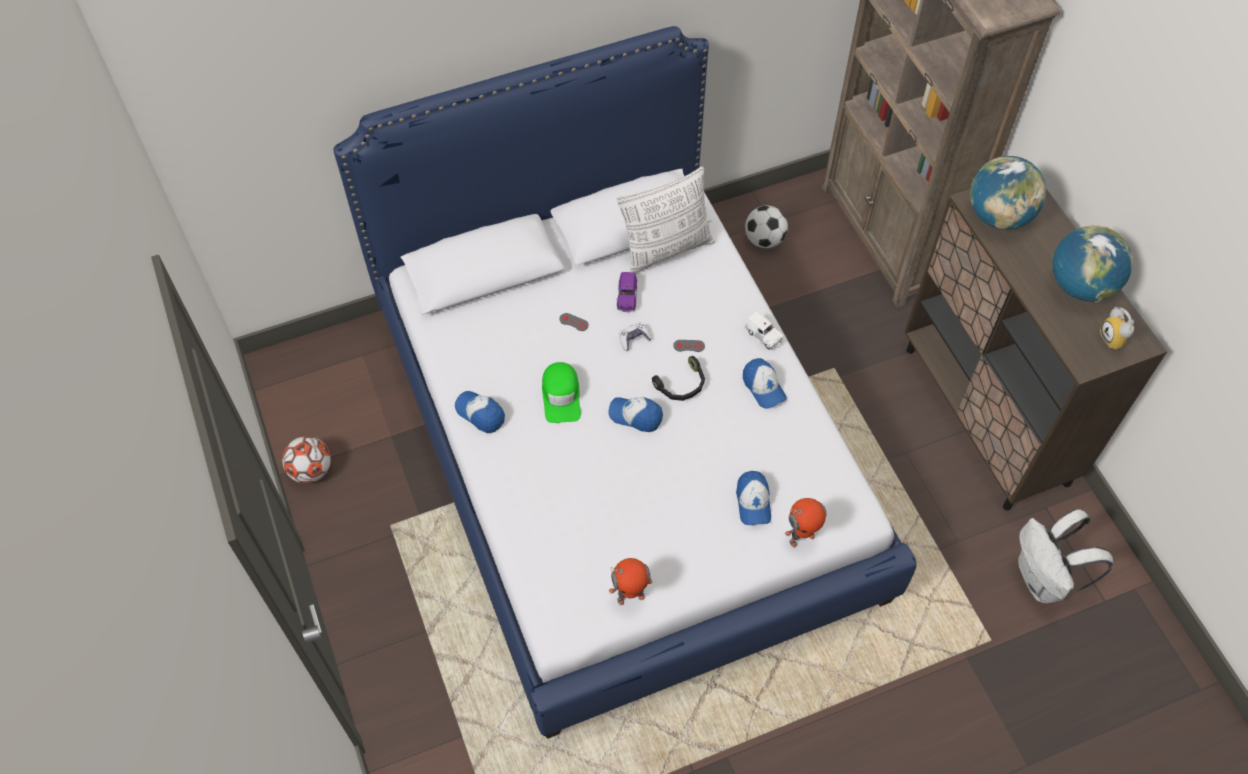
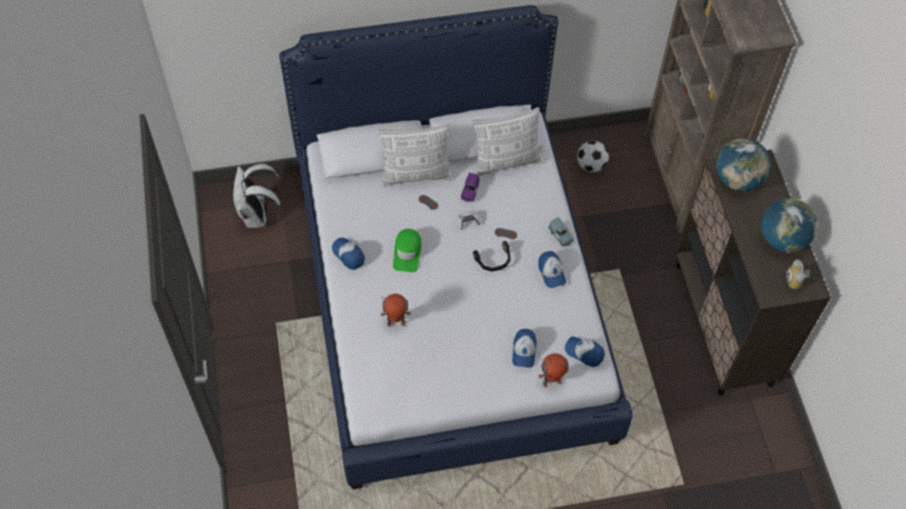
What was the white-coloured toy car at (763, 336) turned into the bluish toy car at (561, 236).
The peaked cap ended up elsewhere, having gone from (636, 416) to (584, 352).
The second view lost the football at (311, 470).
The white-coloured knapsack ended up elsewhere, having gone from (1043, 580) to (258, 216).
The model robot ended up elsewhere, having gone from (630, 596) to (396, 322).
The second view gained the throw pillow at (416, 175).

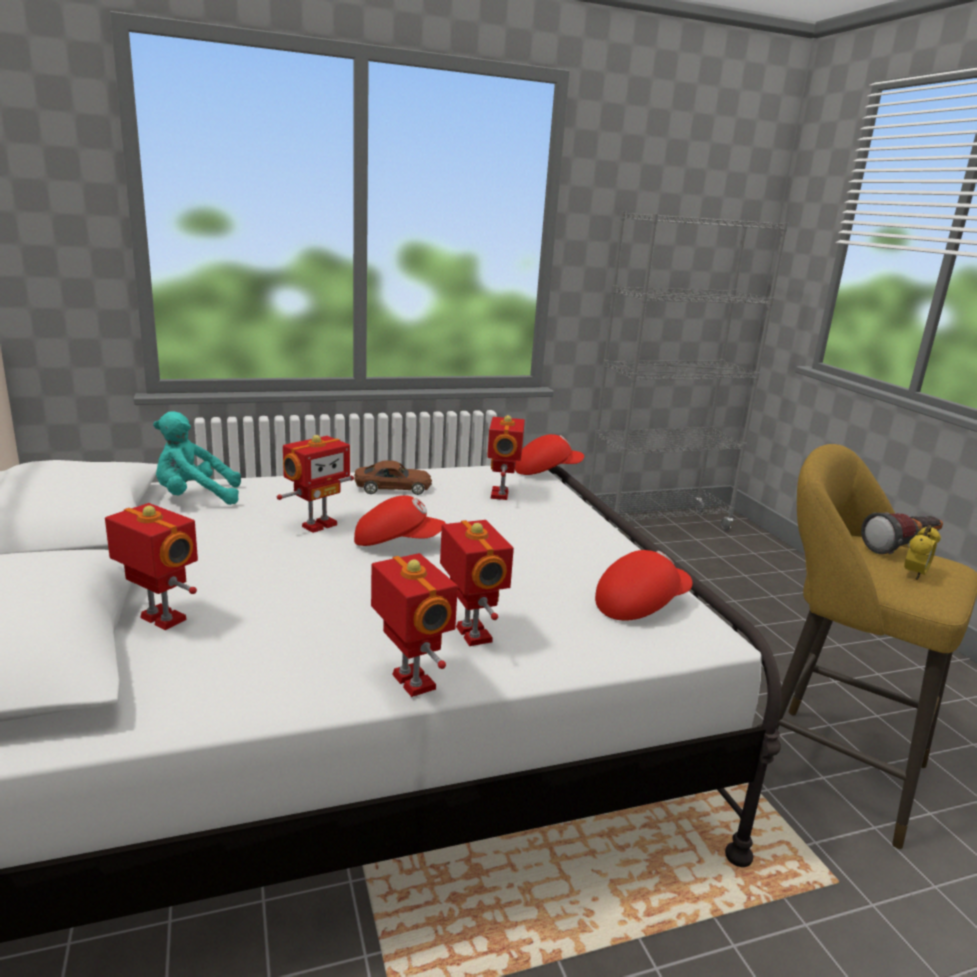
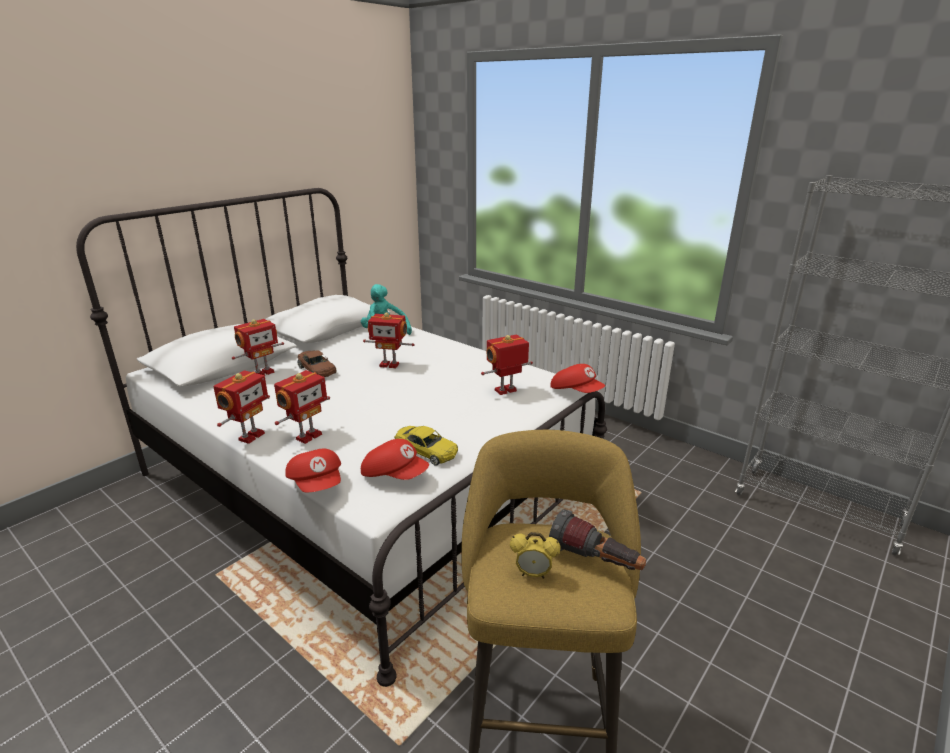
The brown-coloured toy car ended up elsewhere, having gone from (393, 488) to (317, 370).
The red-coloured peaked cap ended up elsewhere, having gone from (397, 542) to (317, 484).
The model robot at (160, 620) ended up facing another way, 45 degrees clockwise from before.
The second view gained the yellow-coloured toy car at (426, 451).

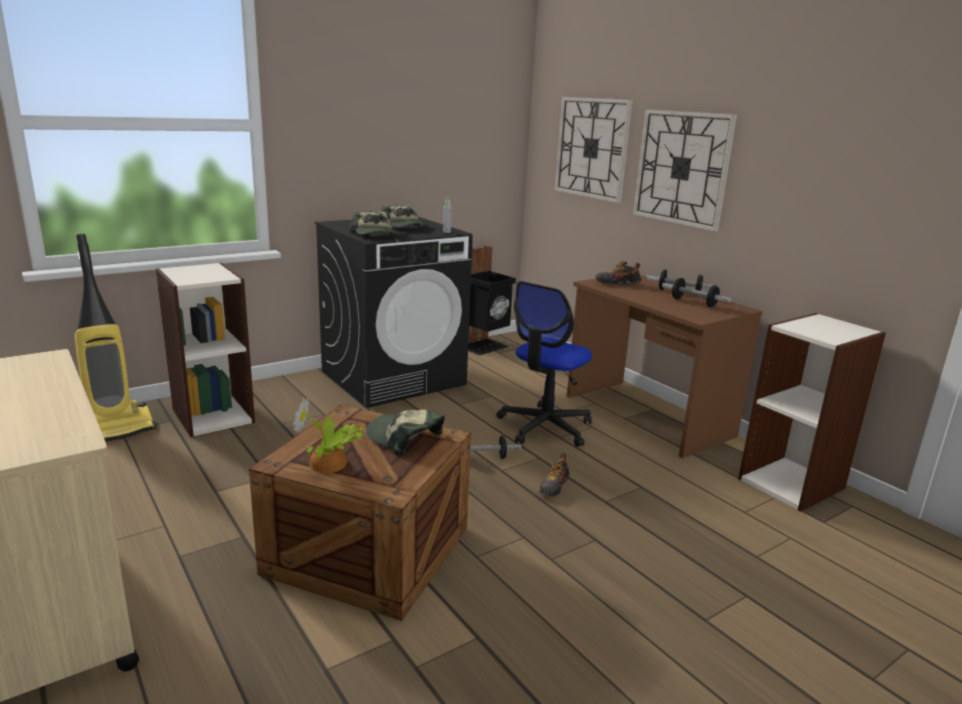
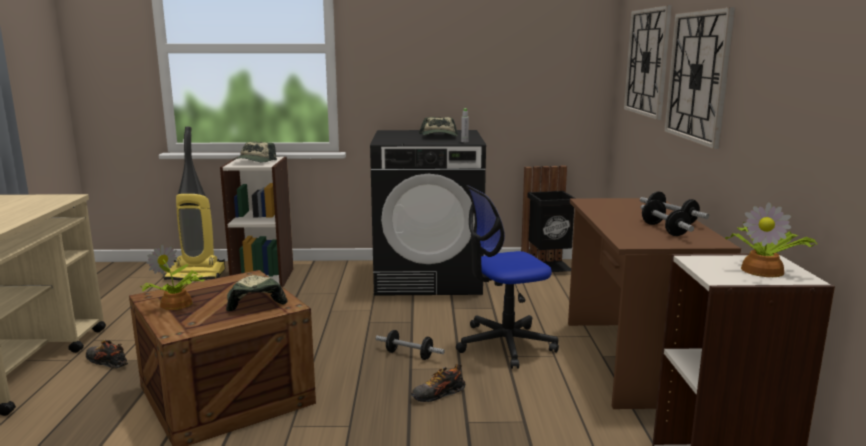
The peaked cap ended up elsewhere, having gone from (375, 234) to (254, 161).
The low shoe ended up elsewhere, having gone from (617, 283) to (108, 362).
The second view gained the plant in a pot at (764, 270).

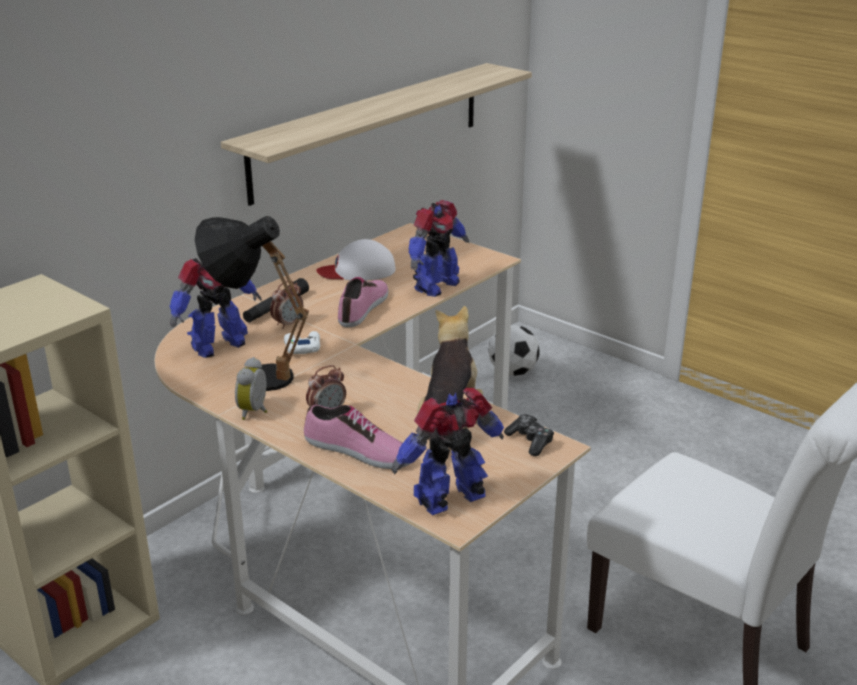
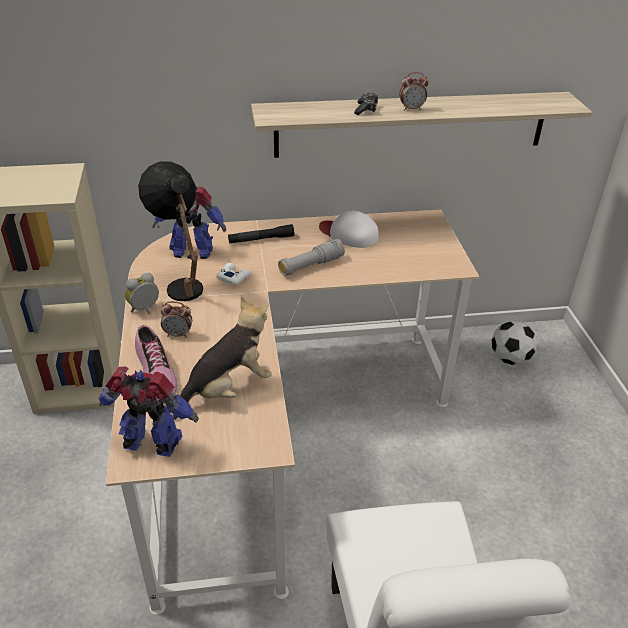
The second view lost the model robot at (435, 286).
Where the low shoe stood at (364, 308), the grey torch came to stand at (311, 266).
The alarm clock ended up elsewhere, having gone from (288, 324) to (411, 109).
The game controller ended up elsewhere, having gone from (530, 441) to (366, 109).

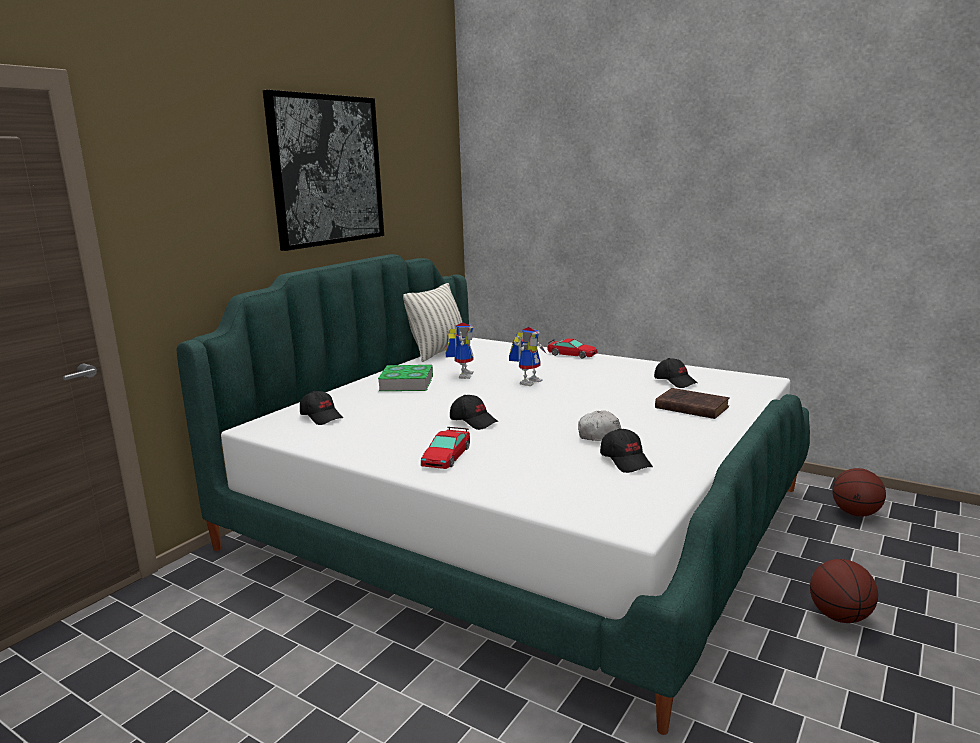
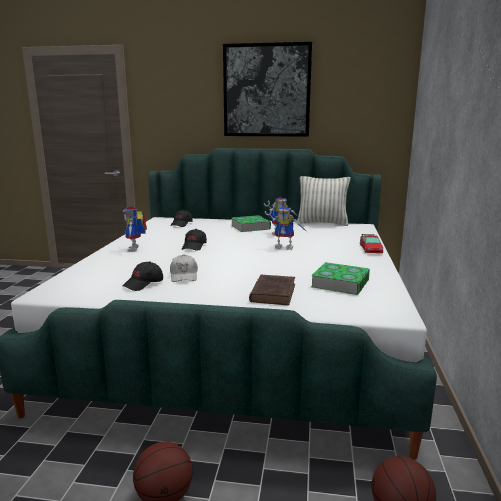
Where the blackish peaked cap stood at (675, 381), the volume came to stand at (340, 283).
Where the toy car stood at (446, 456), the model robot came to stand at (136, 249).

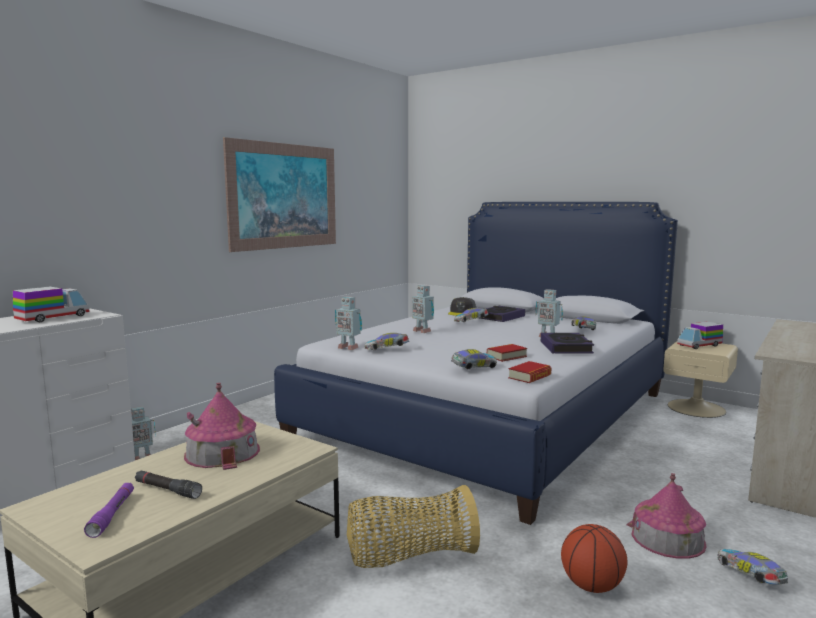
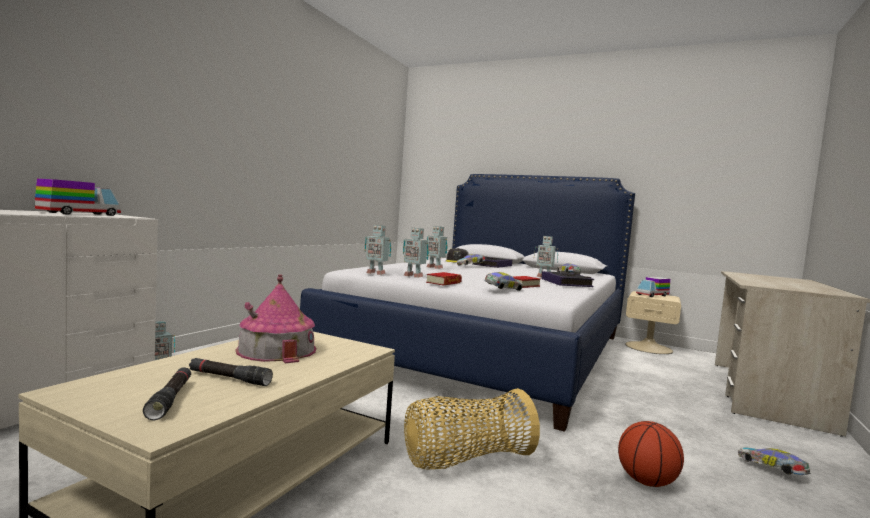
The second view lost the wall picture at (284, 196).
Where the toy car stood at (387, 349), the model robot came to stand at (413, 276).
The volume ended up elsewhere, having gone from (529, 376) to (443, 282).
The second view lost the miniature house at (667, 538).
What was the purple torch at (112, 514) turned into the blackish torch at (170, 399).

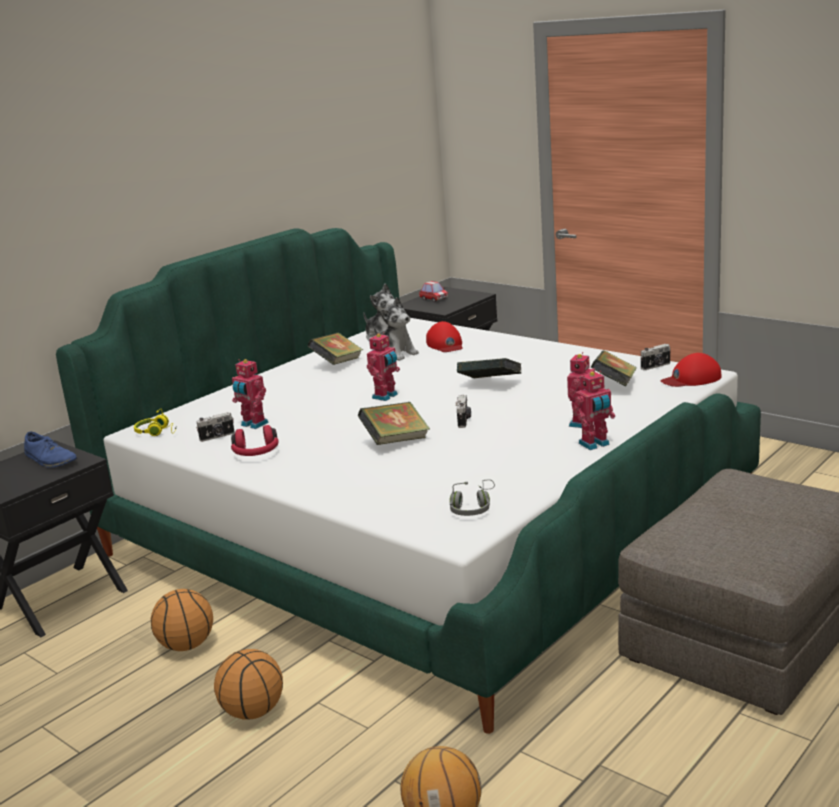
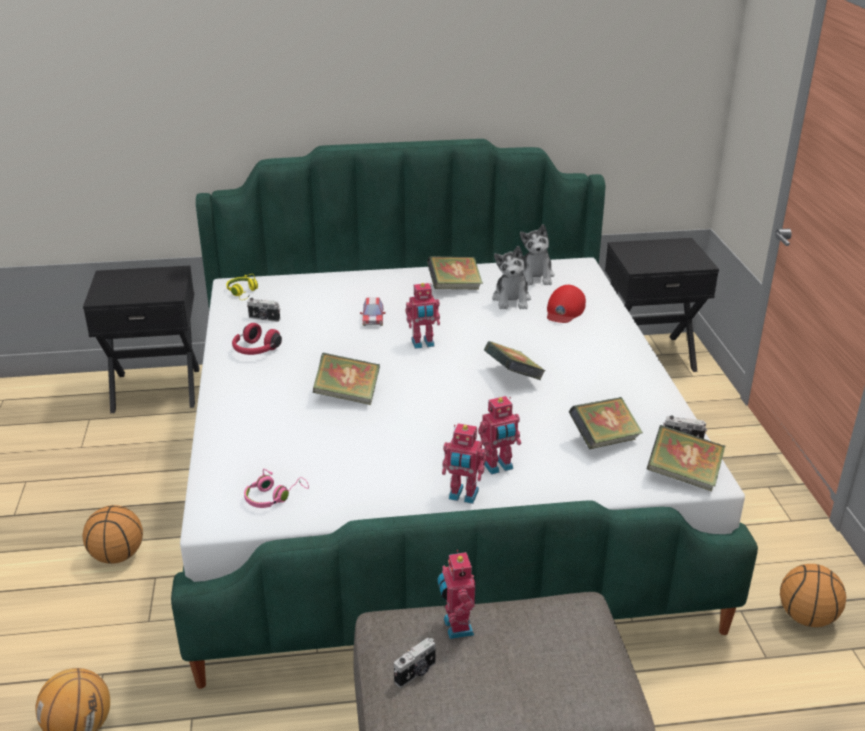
The toy car ended up elsewhere, having gone from (434, 299) to (373, 320).
Where the red-coloured peaked cap stood at (691, 379), the volume came to stand at (683, 476).
The model robot ended up elsewhere, having gone from (253, 424) to (456, 627).
The photo camera ended up elsewhere, having gone from (464, 420) to (416, 673).
The second view lost the bluish low shoe at (51, 459).
What was the grey pair of headphones at (473, 507) turned into the pinkish pair of headphones at (274, 497).
The basketball ball ended up elsewhere, having gone from (186, 645) to (806, 617).

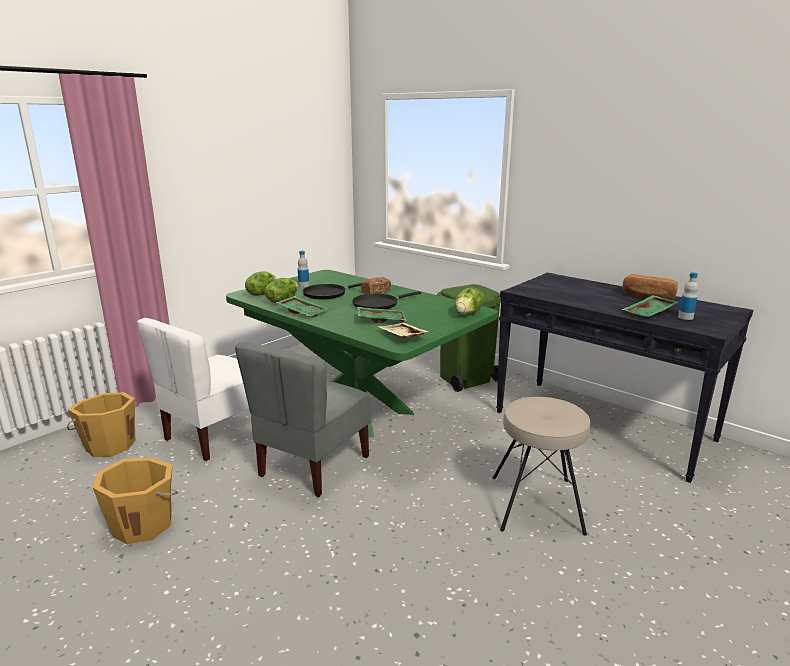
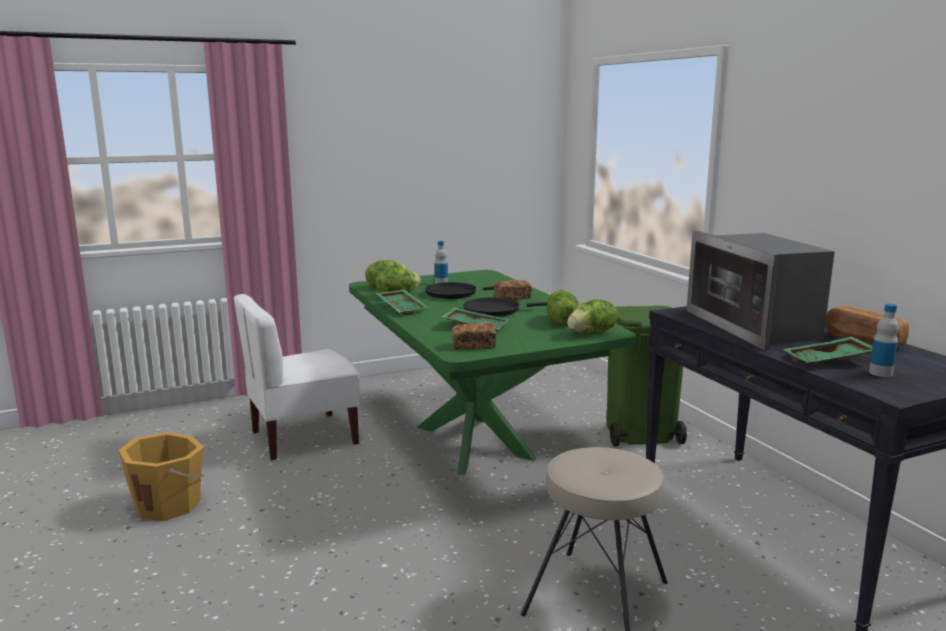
Where the sand-coloured serving tray stood at (401, 337), the bread came to stand at (474, 346).
The second view lost the grey upright chair at (312, 466).
The second view lost the orange water bucket at (110, 445).
The second view gained the kitchen microwave at (754, 326).
The second view gained the head of lettuce at (560, 322).

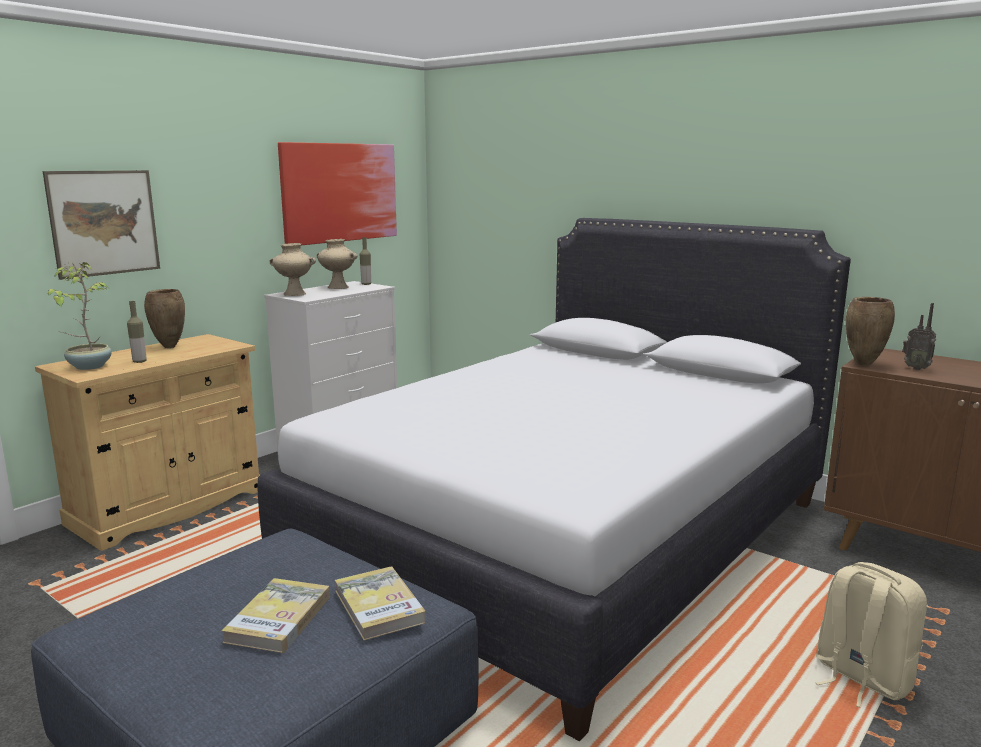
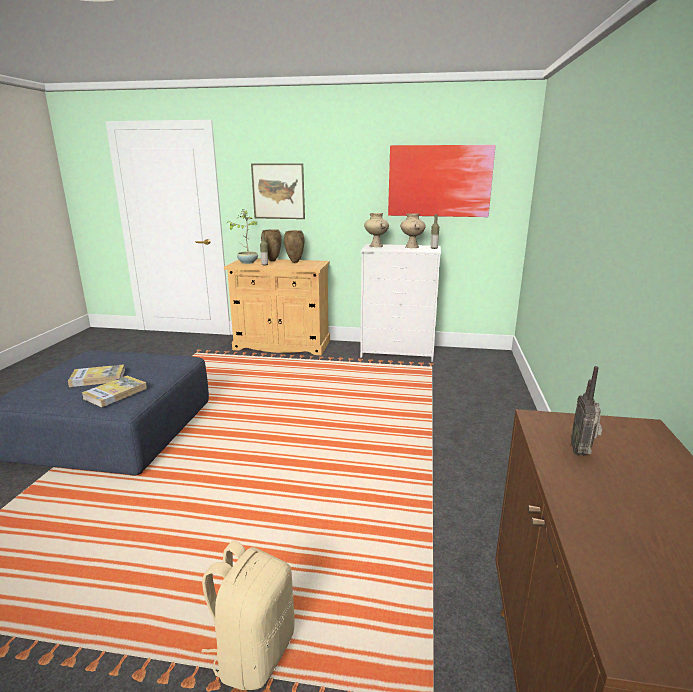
The second view lost the white-coloured bedroom bed at (567, 535).
The brown-coloured flower vase ended up elsewhere, having gone from (862, 364) to (272, 260).

